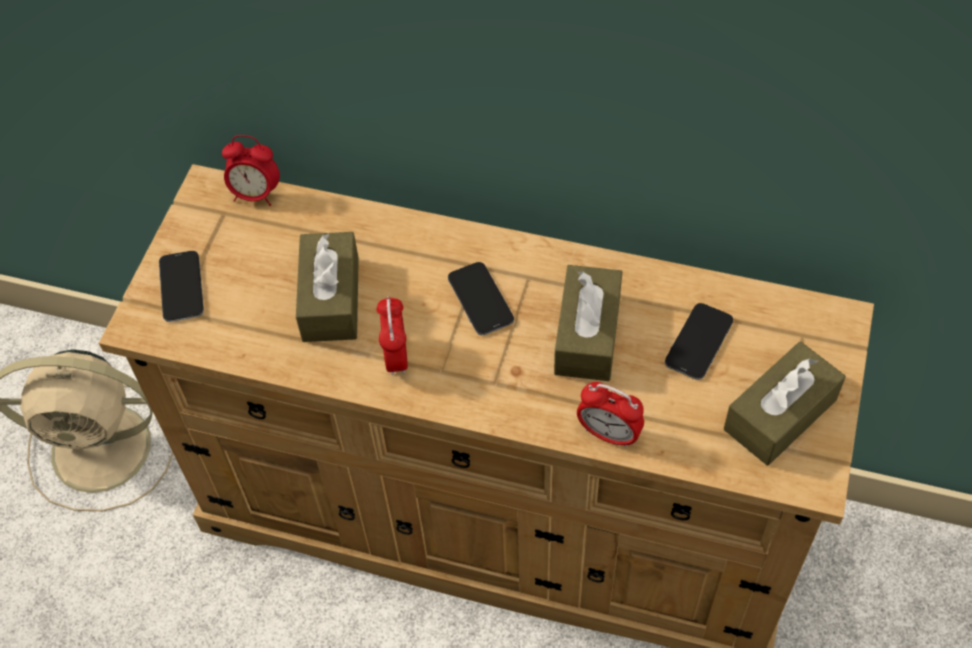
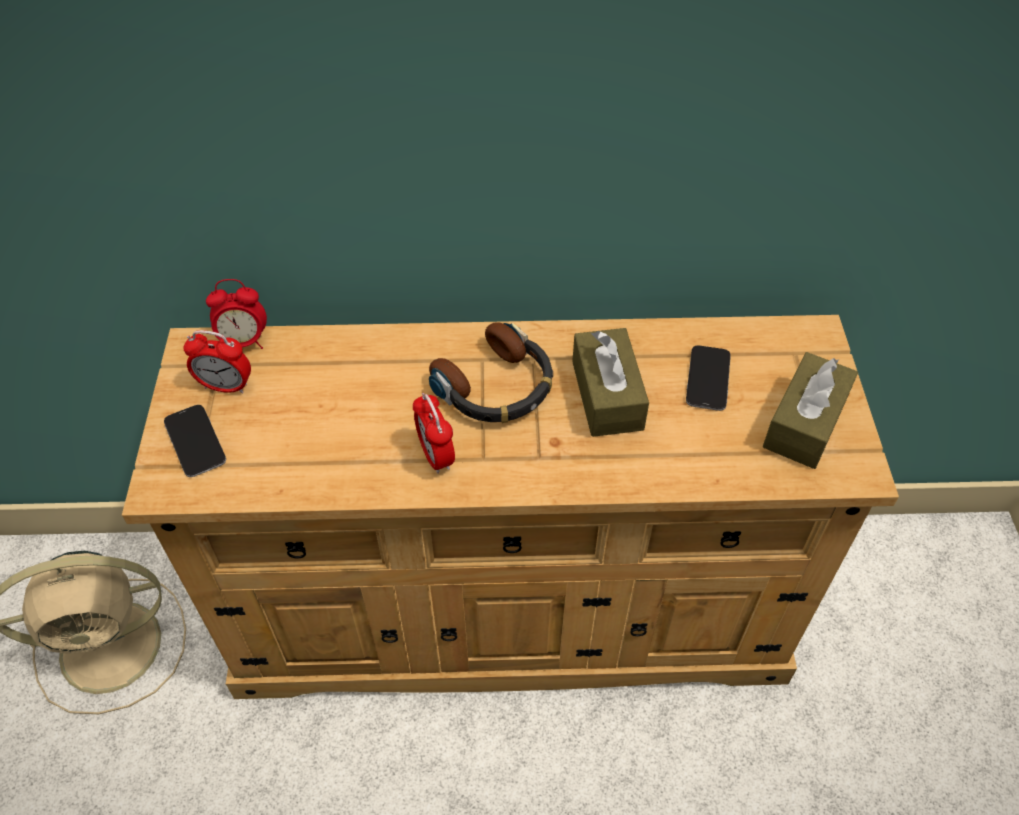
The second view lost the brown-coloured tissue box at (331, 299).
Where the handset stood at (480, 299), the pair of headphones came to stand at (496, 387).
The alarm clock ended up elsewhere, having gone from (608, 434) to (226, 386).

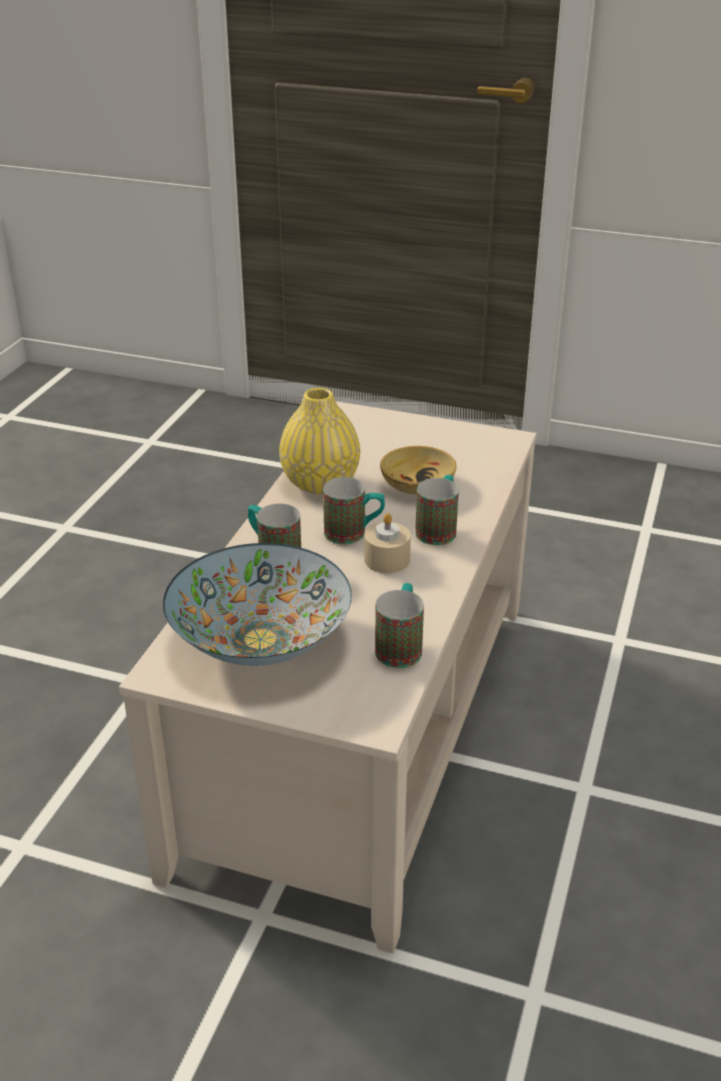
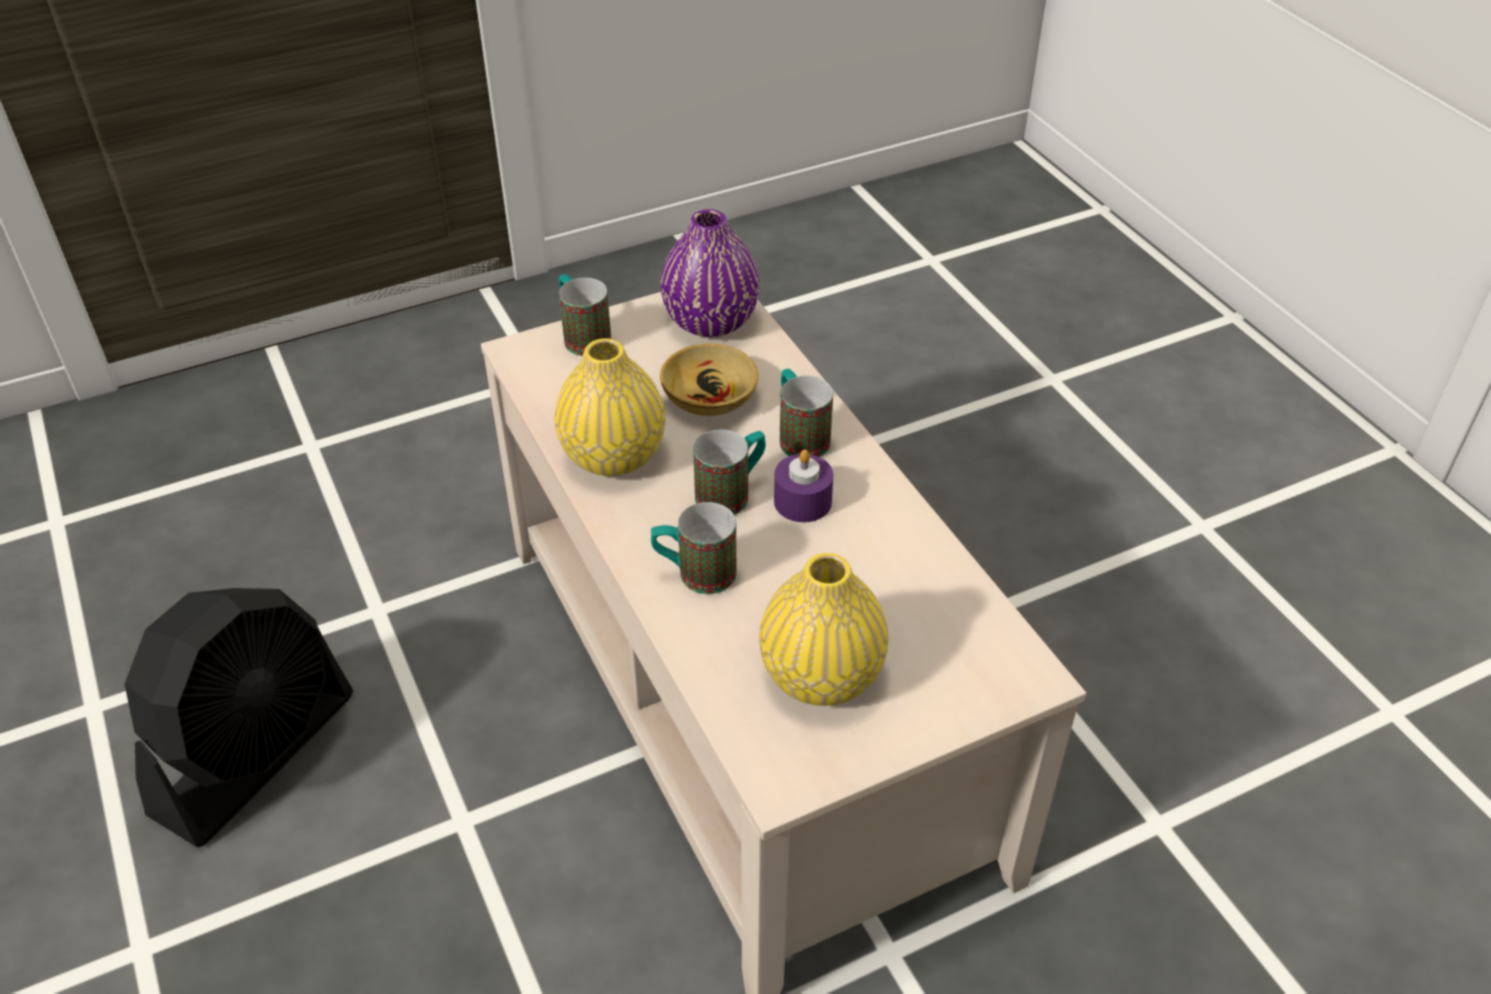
What was the sand-coloured wax candle at (387, 559) turned into the purple wax candle at (802, 501).
Where the serving bowl stood at (260, 641), the yellow-coloured flower vase came to stand at (821, 675).
The coffee mug ended up elsewhere, having gone from (400, 645) to (582, 336).
The second view gained the purple flower vase at (710, 321).
The second view gained the blackish fan at (256, 753).

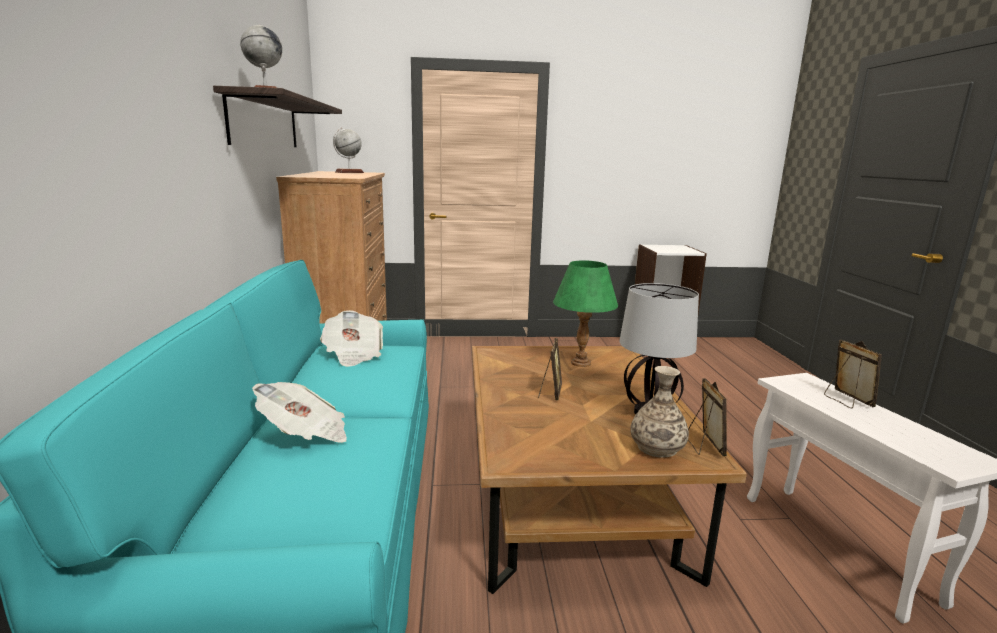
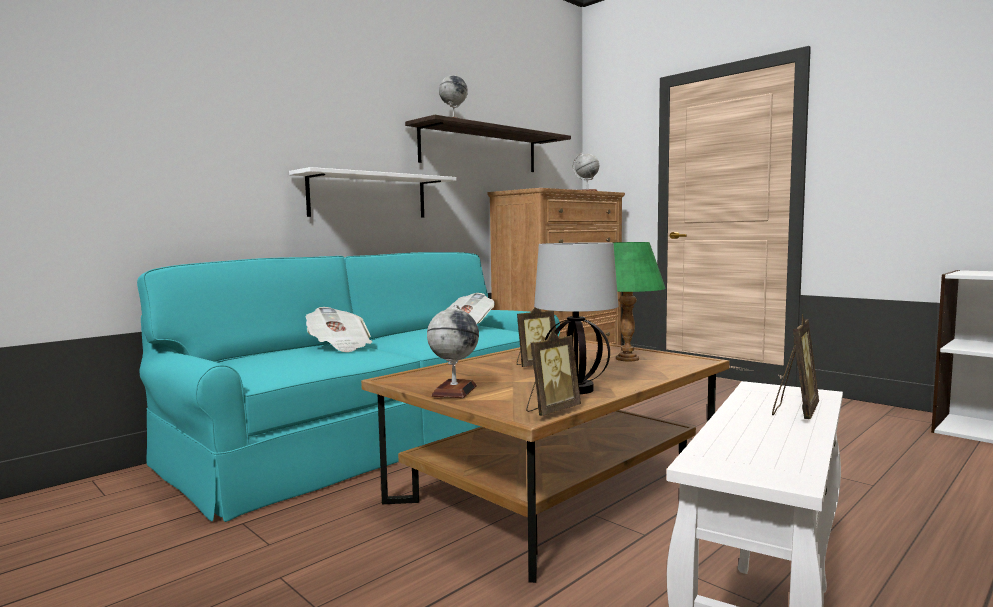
The second view lost the flower vase at (657, 448).
The second view gained the white-coloured wall shelf at (368, 196).
The second view gained the world globe at (454, 391).

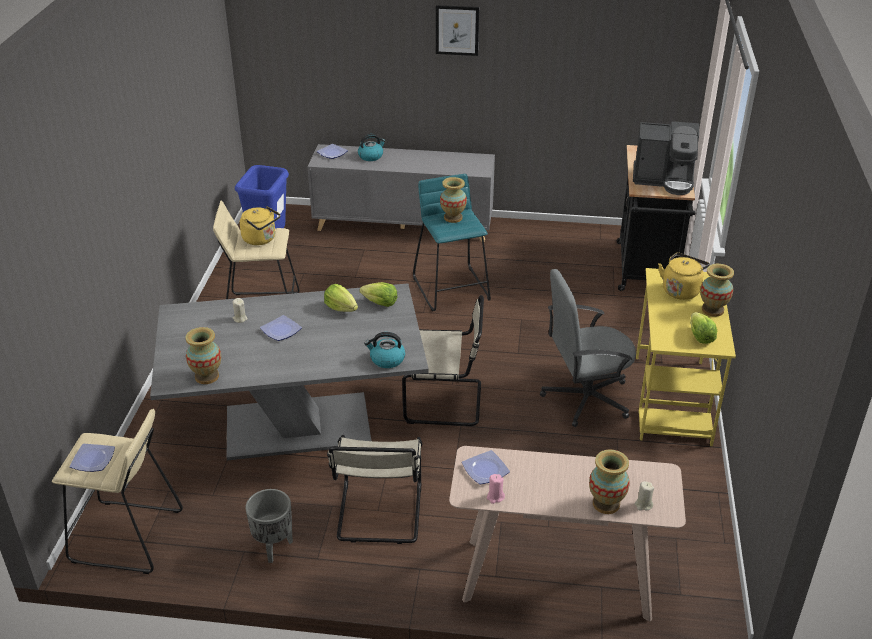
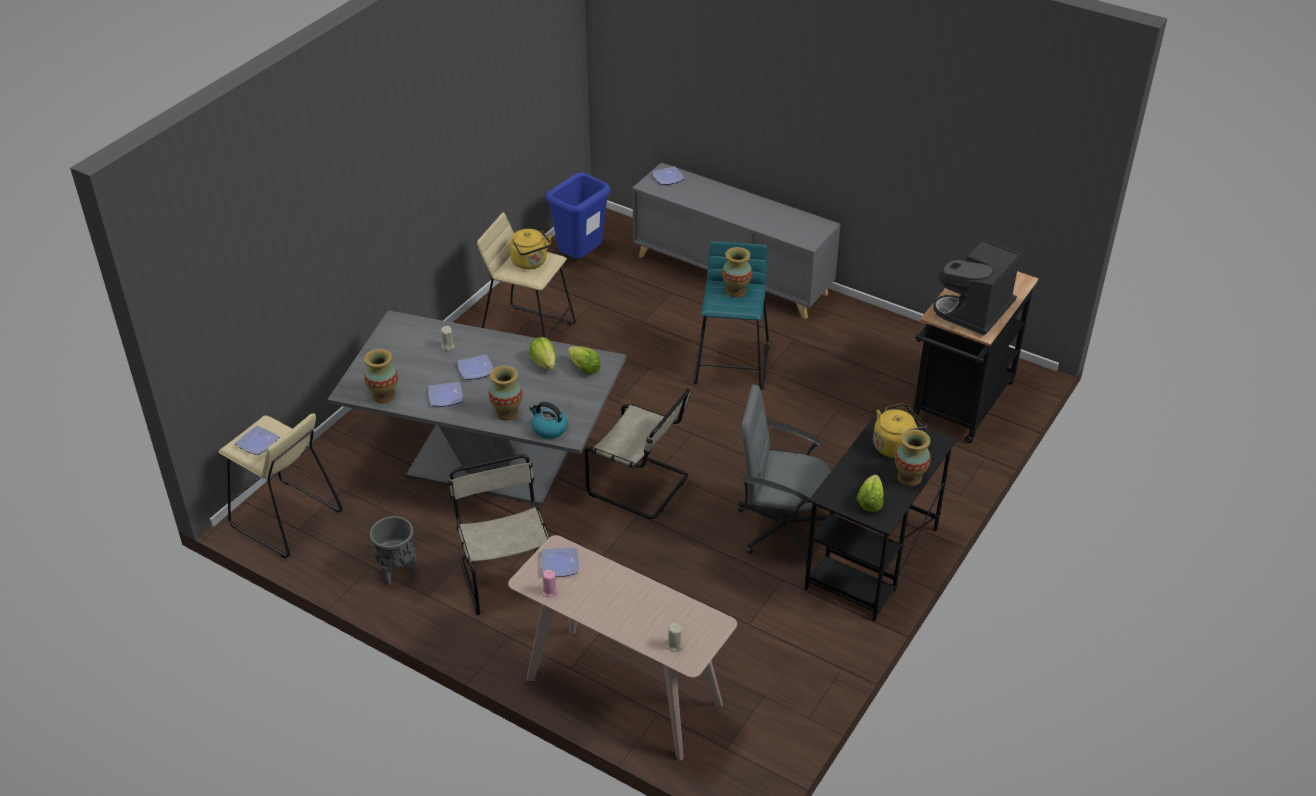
The second view lost the wall picture at (457, 30).
The coffee machine at (664, 180) ended up facing another way, 90 degrees clockwise from before.
The second view lost the tea kettle at (371, 156).
What was the yellow-coloured desk table at (672, 400) turned into the blackish desk table at (871, 559).
The sand-coloured upright chair at (379, 515) ended up facing another way, 135 degrees clockwise from before.
The flower vase ended up elsewhere, having gone from (606, 503) to (507, 412).
The second view gained the dinner plate at (446, 397).

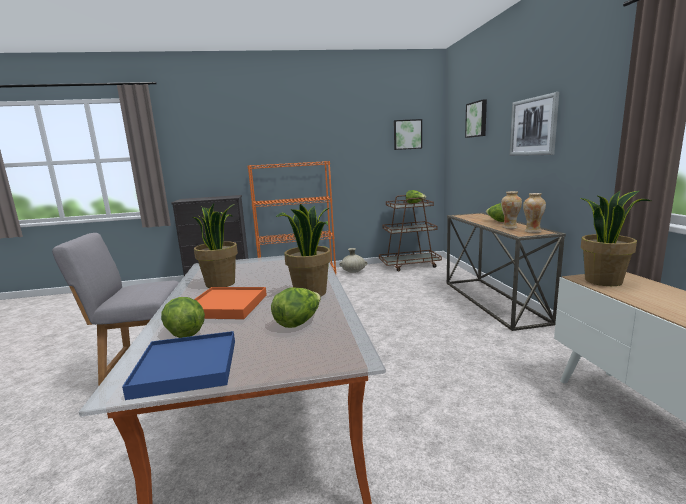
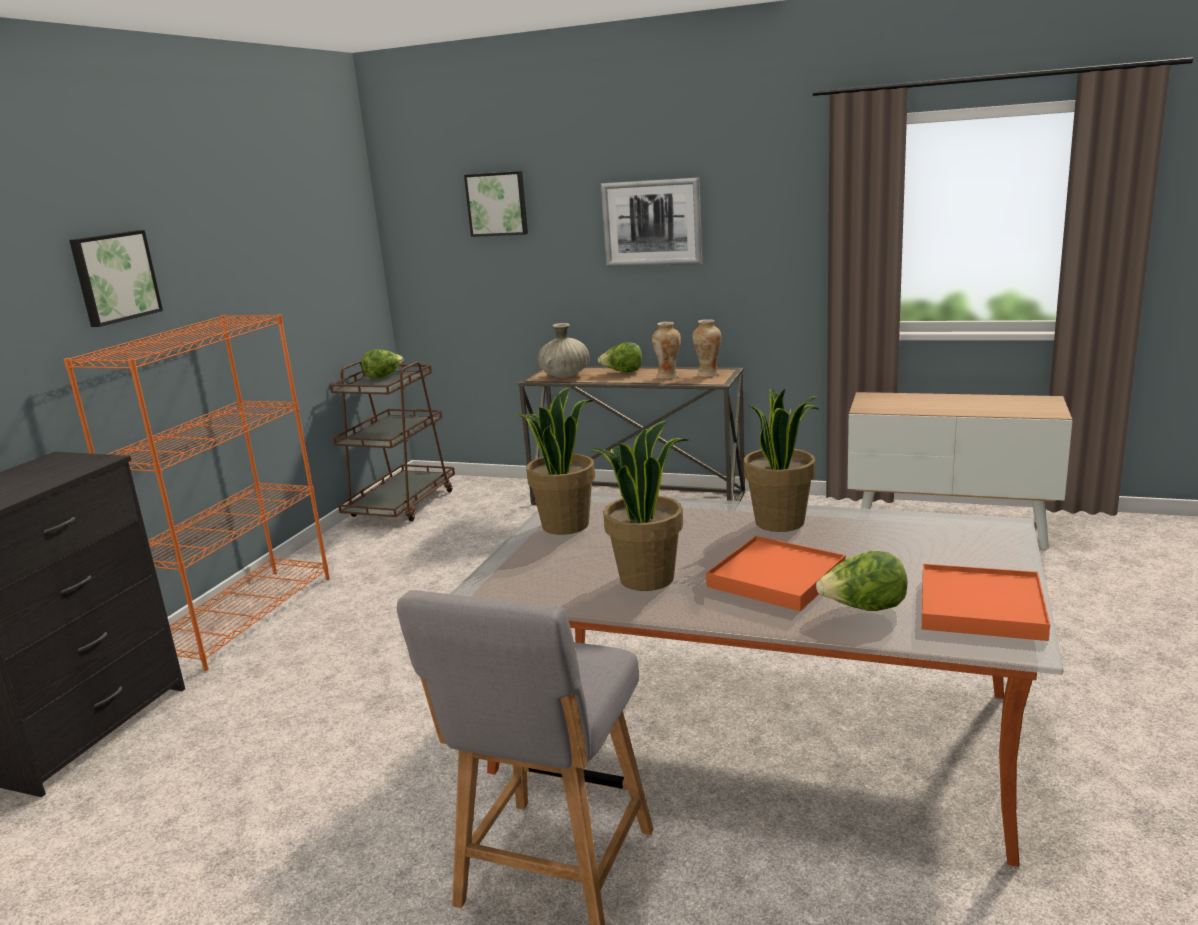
The wall picture ended up elsewhere, having gone from (407, 134) to (114, 277).
The plant in a pot ended up elsewhere, having gone from (603, 281) to (565, 525).
The sand-coloured flower vase ended up elsewhere, having gone from (353, 271) to (565, 376).
The second view lost the head of lettuce at (298, 322).
What was the bluish serving tray at (186, 367) turned into the orange serving tray at (980, 607).

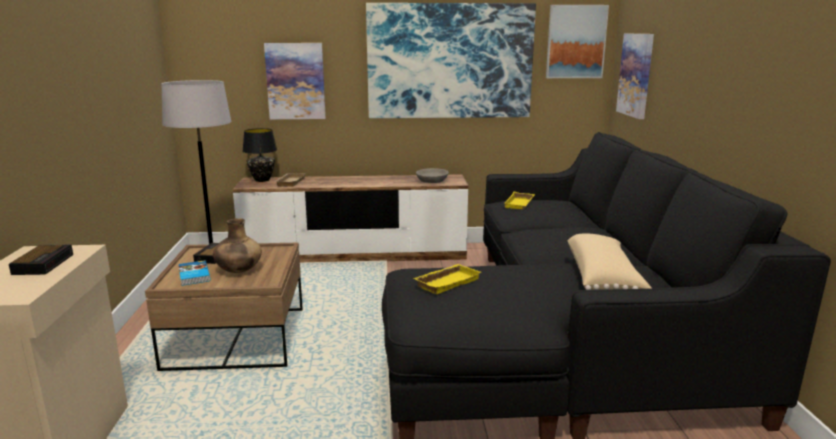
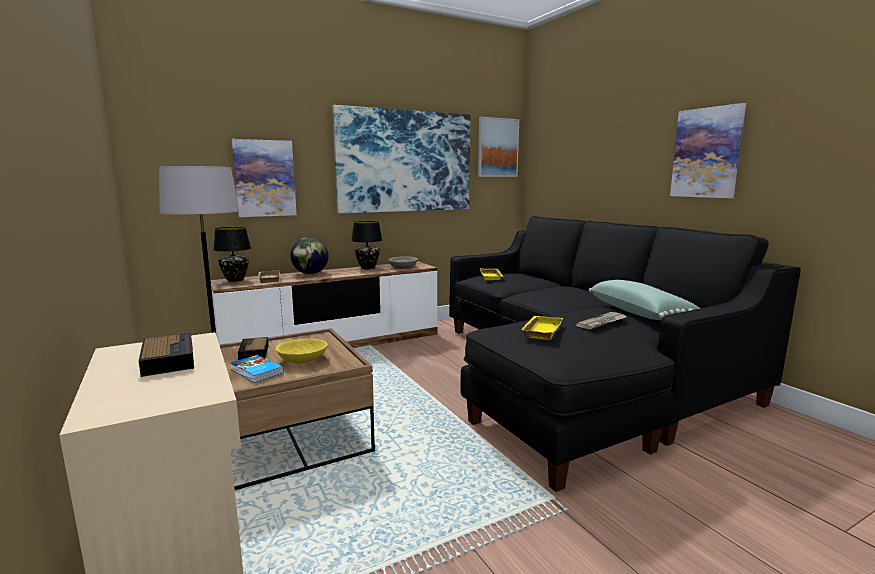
The wall picture ended up elsewhere, having gone from (636, 75) to (706, 153).
Where the brown-coloured flower vase stood at (239, 271), the yellow-coloured serving bowl came to stand at (302, 360).
What was the sand-coloured throw pillow at (603, 278) turned into the greenish throw pillow at (639, 312).
The second view gained the blackish lamp for a table at (368, 268).
The second view gained the world globe at (310, 273).
The second view gained the printed paper at (602, 322).

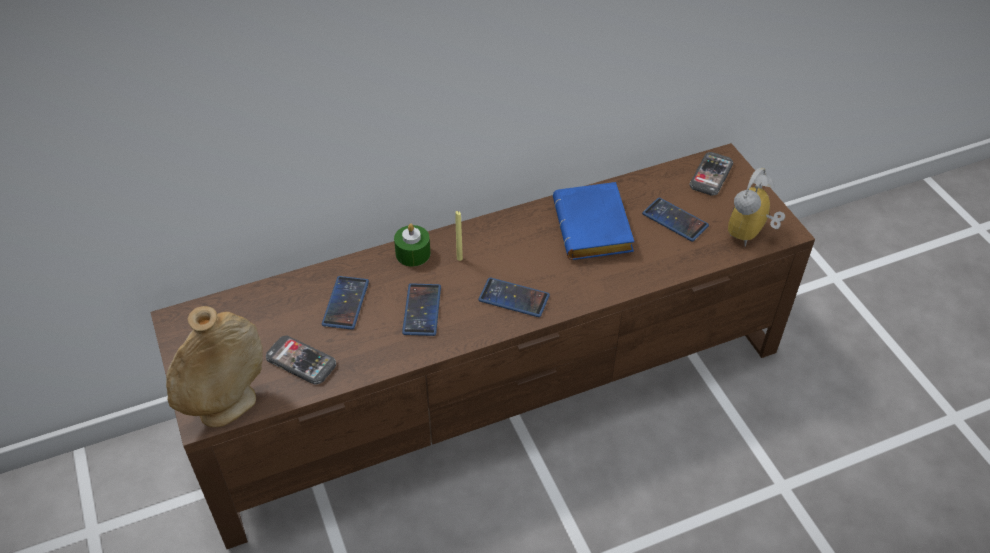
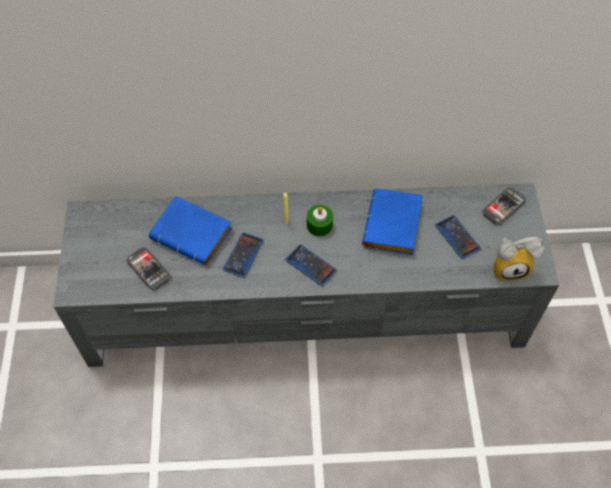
What was the brown-coloured tv unit at (496, 387) turned into the grey tv unit at (307, 308).
The alarm clock at (751, 235) ended up facing another way, 150 degrees counterclockwise from before.
The greenish wax candle ended up elsewhere, having gone from (413, 253) to (319, 225).
Where the handset stood at (345, 303), the bluish volume came to stand at (194, 234).
The second view lost the sand-coloured flower vase at (228, 406).

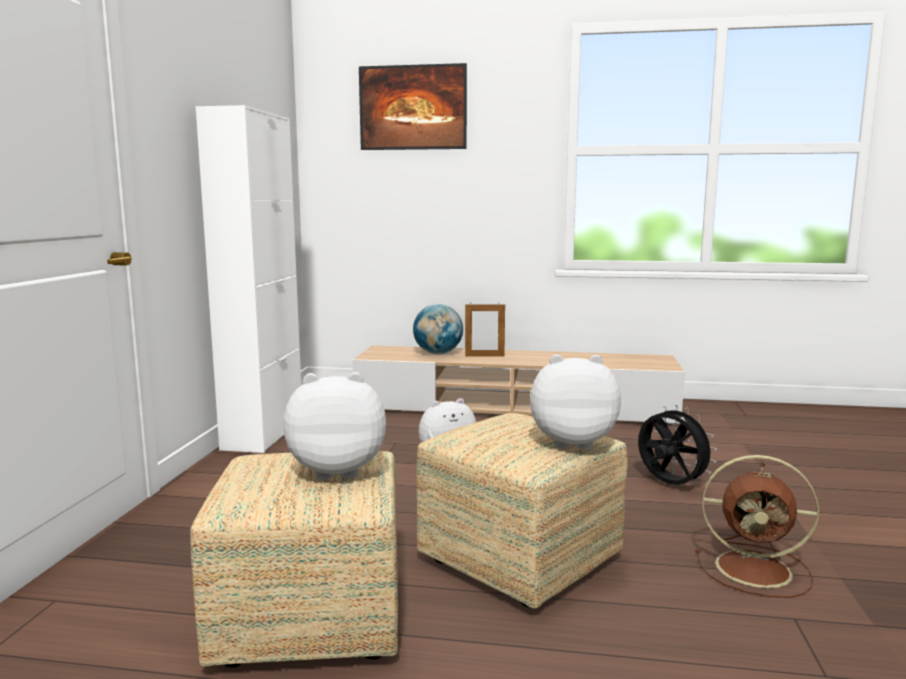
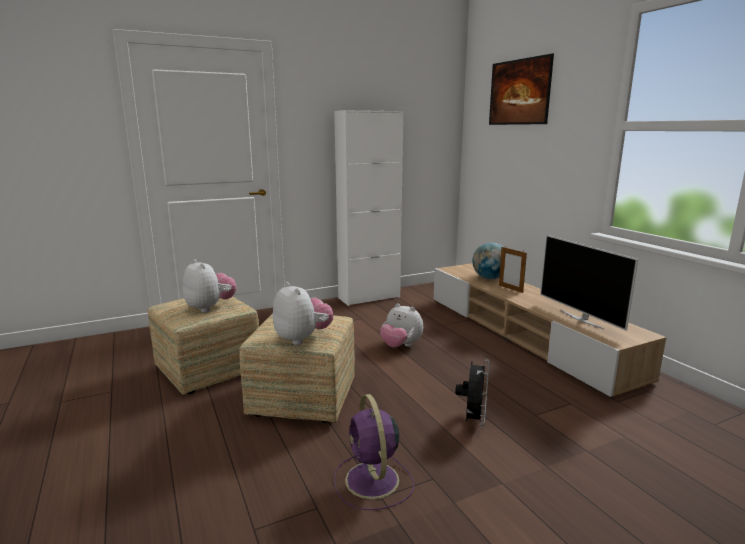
What was the brown-coloured fan at (757, 569) turned into the purple fan at (373, 482).
The second view gained the TV at (581, 319).

